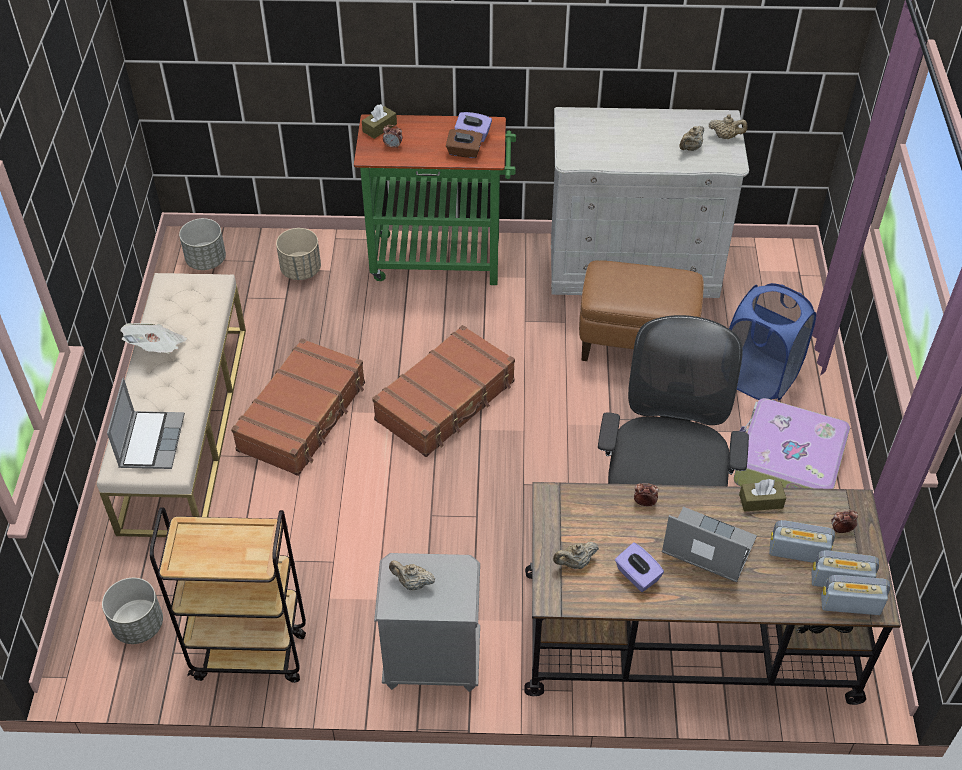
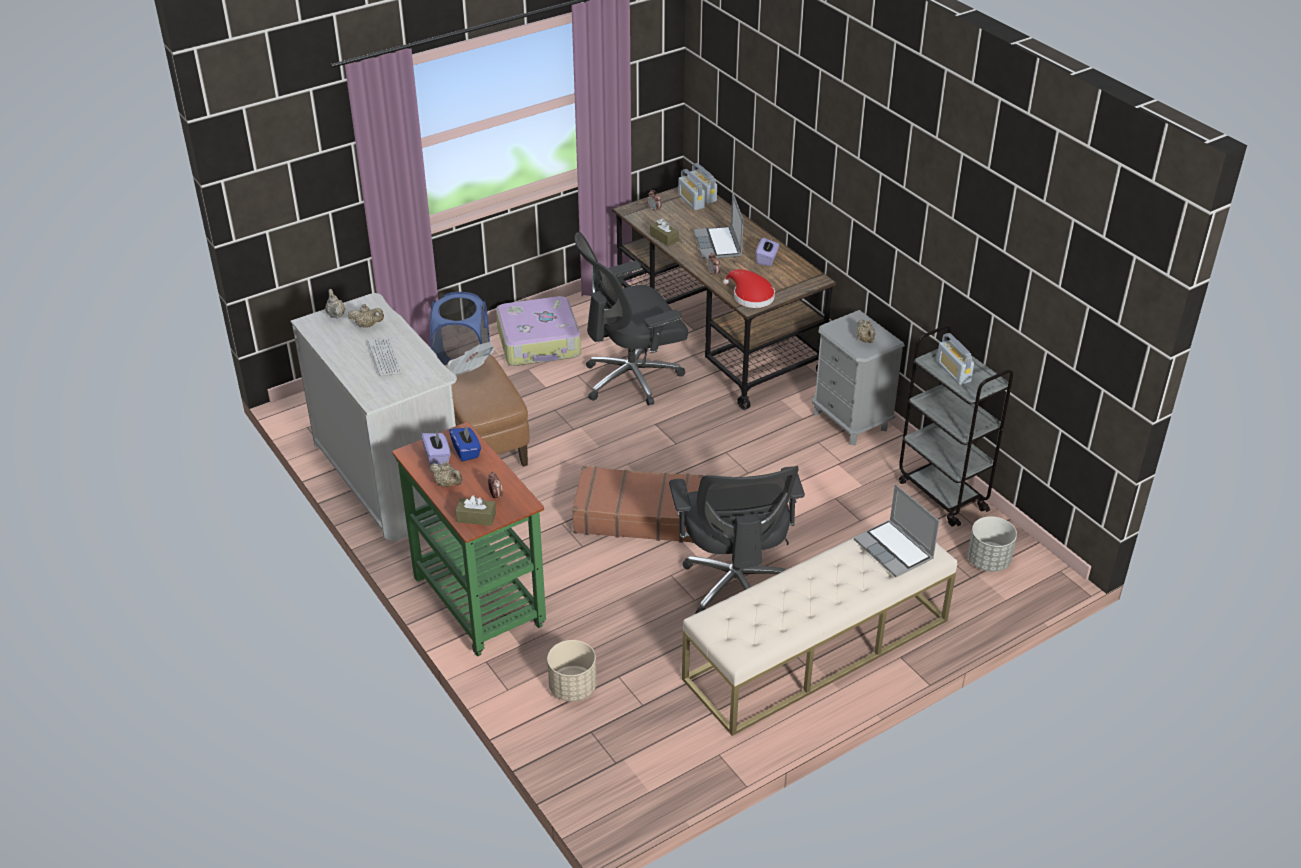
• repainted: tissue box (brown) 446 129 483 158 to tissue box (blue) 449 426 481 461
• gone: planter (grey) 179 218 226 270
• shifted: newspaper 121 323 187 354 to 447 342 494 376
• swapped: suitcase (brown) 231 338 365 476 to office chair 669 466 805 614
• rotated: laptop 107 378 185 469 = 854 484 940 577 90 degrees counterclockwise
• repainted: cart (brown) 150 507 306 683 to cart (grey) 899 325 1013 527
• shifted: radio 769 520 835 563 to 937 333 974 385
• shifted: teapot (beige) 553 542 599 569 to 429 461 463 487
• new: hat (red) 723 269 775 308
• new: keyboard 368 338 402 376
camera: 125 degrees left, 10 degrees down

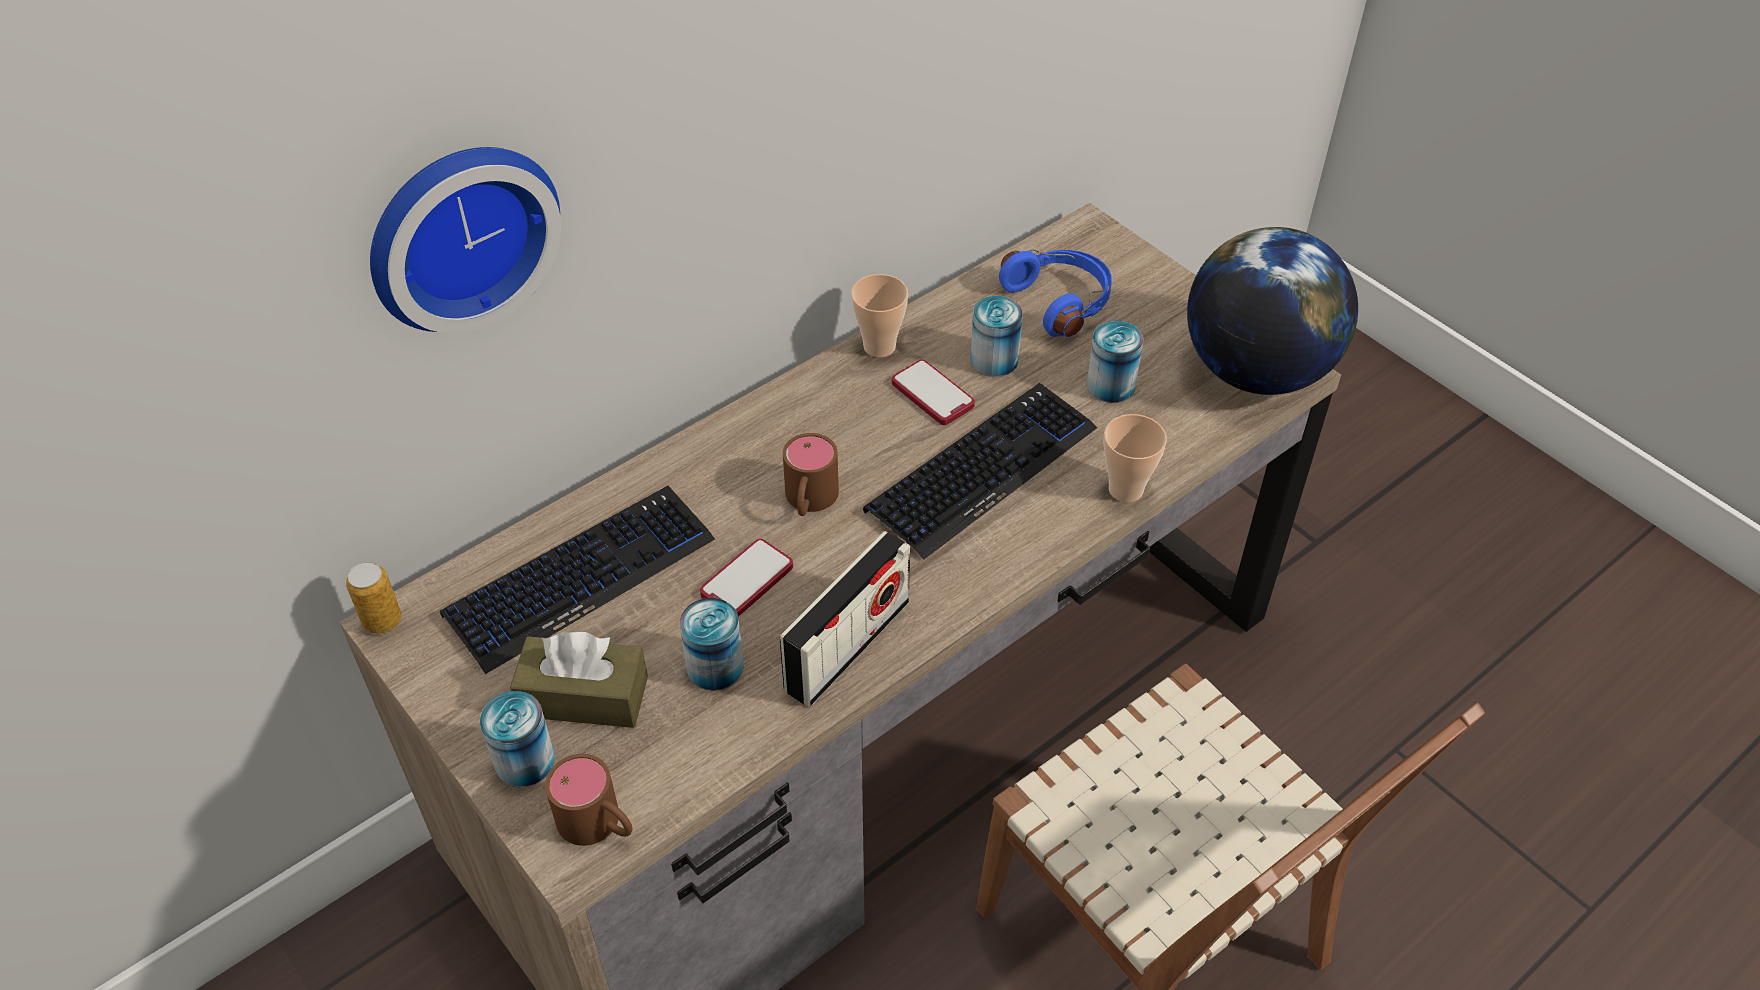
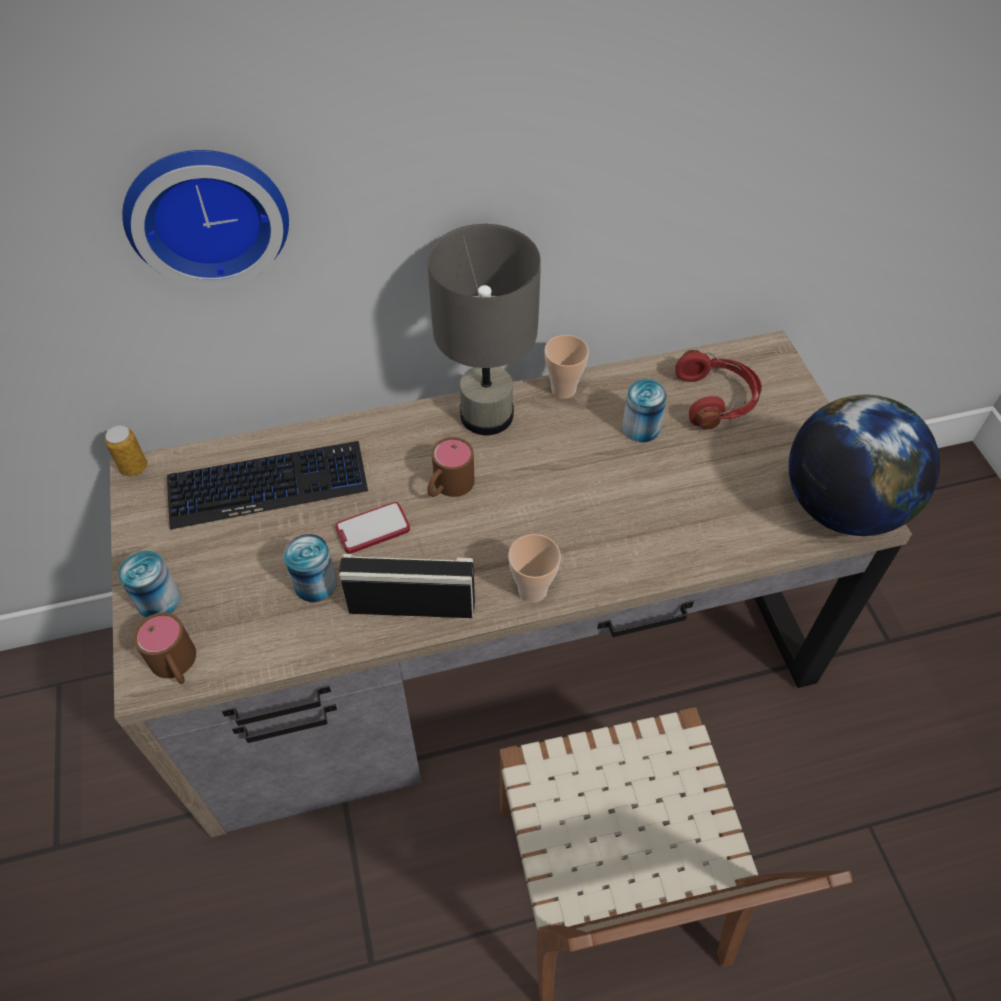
• repainted: headphones (blue) 999 249 1112 337 to headphones (red) 675 350 762 430
• gone: can 1086 321 1144 403
• gone: phone 892 360 975 425
• gone: keyboard 863 383 1097 560
• shifted: cup 1103 414 1167 502 to 508 534 561 603
• rotated: radio 780 531 910 707 = 339 554 475 618 150 degrees counterclockwise
• gone: tissue box (brown) 510 632 648 728
• new: table lamp (grey) 428 224 541 435
camera: 25 degrees right, 5 degrees up

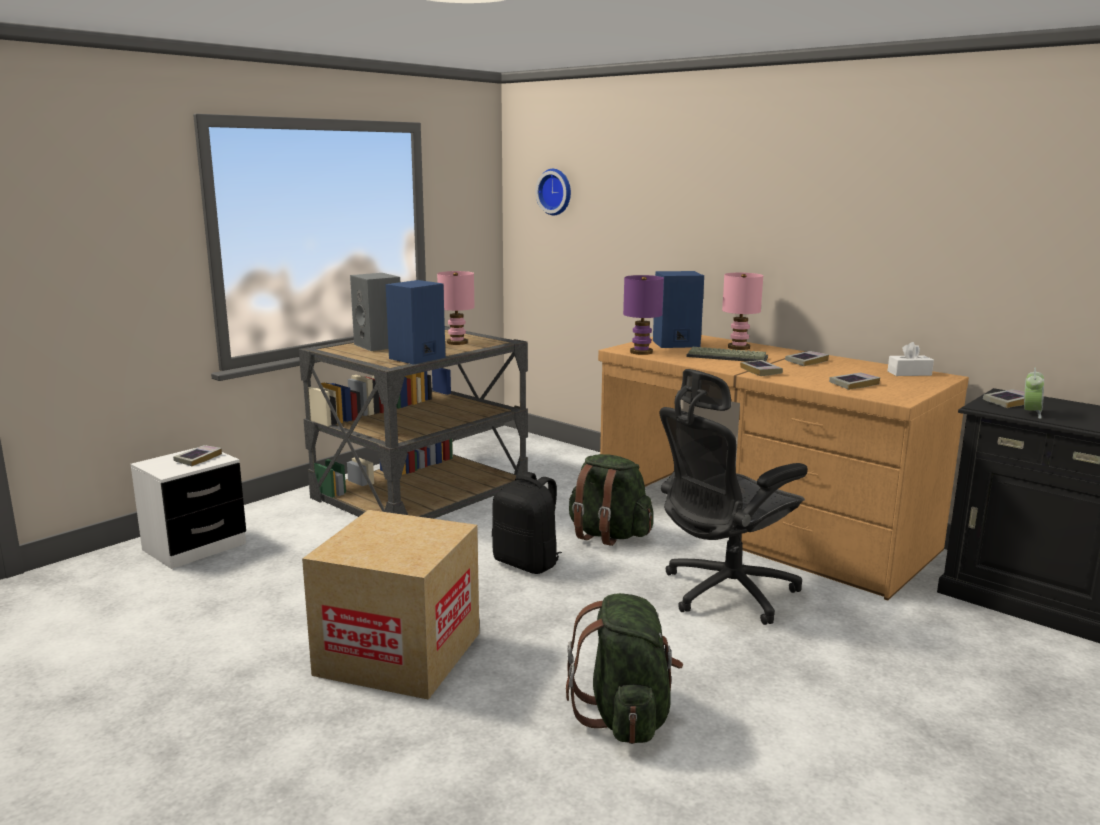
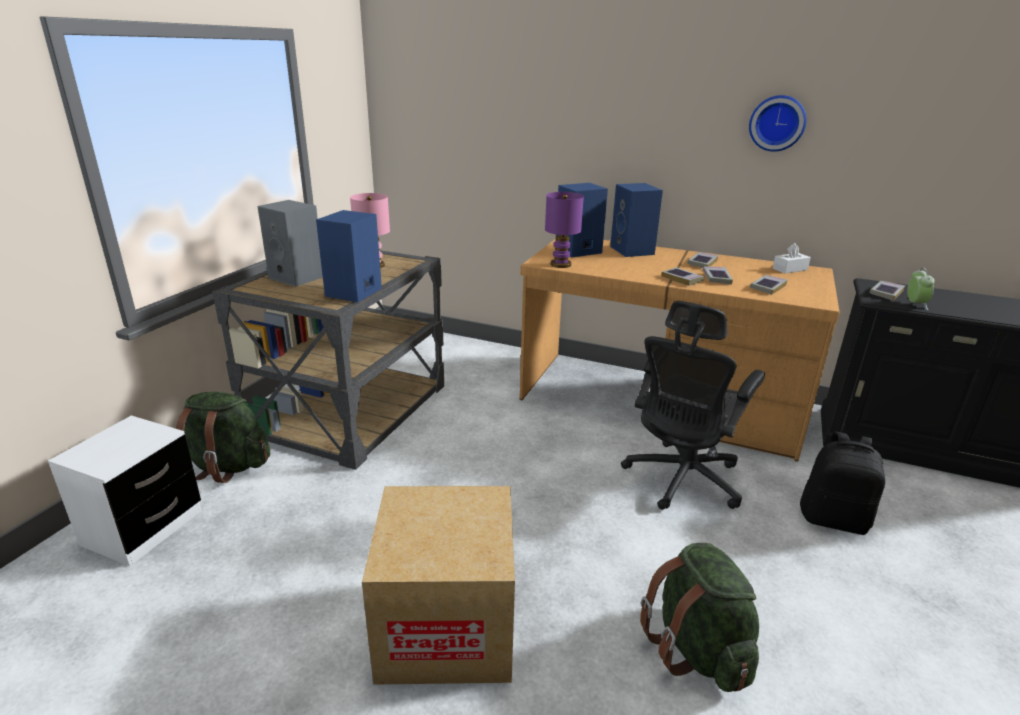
• shifted: wall clock 535 169 571 215 to 749 95 806 152
• swapped: table lamp (pink) 722 273 763 350 to speaker (blue) 610 183 663 257
• gone: keyboard 686 347 768 362
• shifted: book 173 445 222 466 to 703 266 733 285
• shifted: backpack (green) 569 454 653 546 to 176 392 270 483
• shifted: backpack (black) 492 472 562 574 to 800 432 885 535
camera: 20 degrees left, 10 degrees up

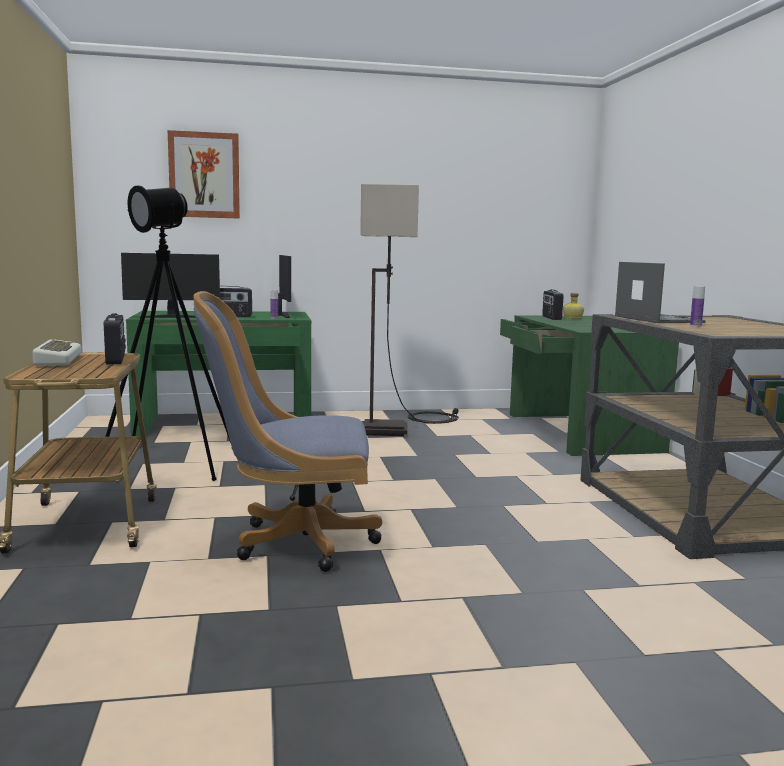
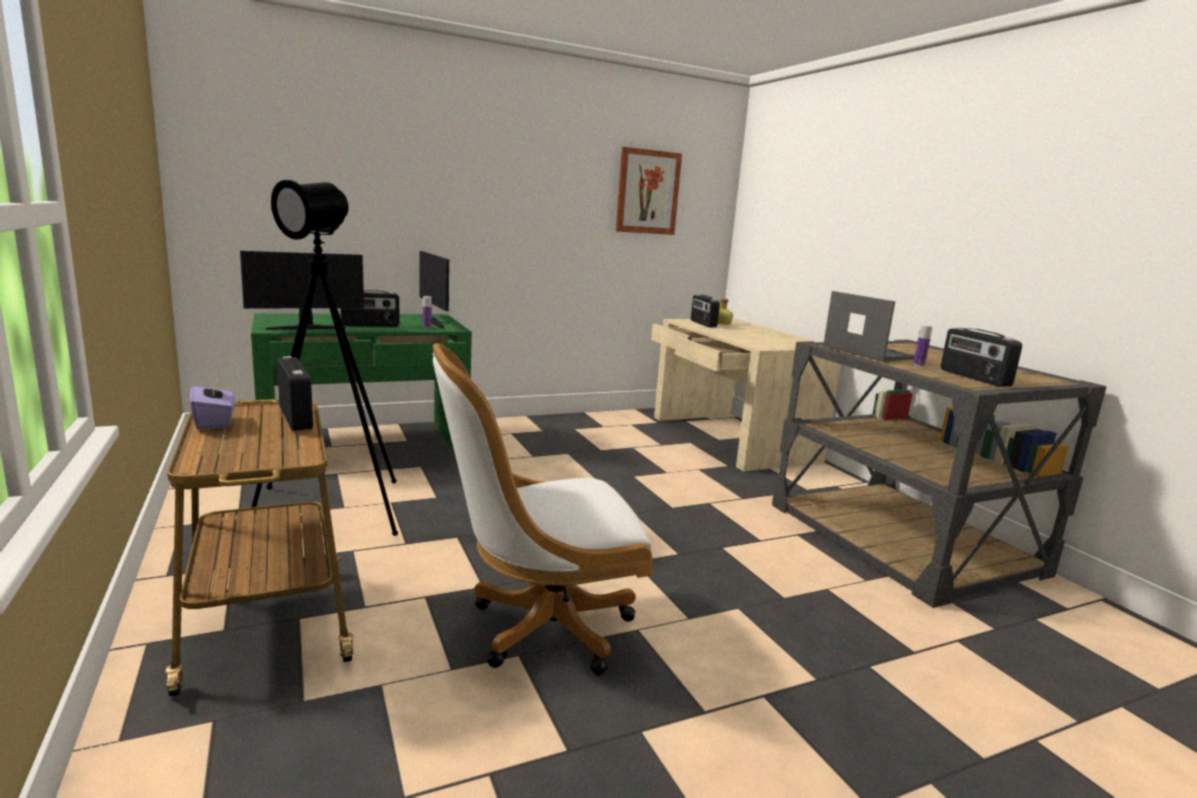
• shifted: picture 168 130 240 219 to 616 147 682 235
• gone: floor lamp 360 184 459 436
• repainted: office chair (blue) 193 291 382 572 to office chair (white) 433 343 653 676
• repainted: desk (green) 500 315 679 456 to desk (beige) 651 319 841 472
• swapped: keyboard 32 339 81 366 to tissue box (purple) 190 376 235 430
• new: radio 941 328 1022 387
camera: 15 degrees left, 5 degrees up

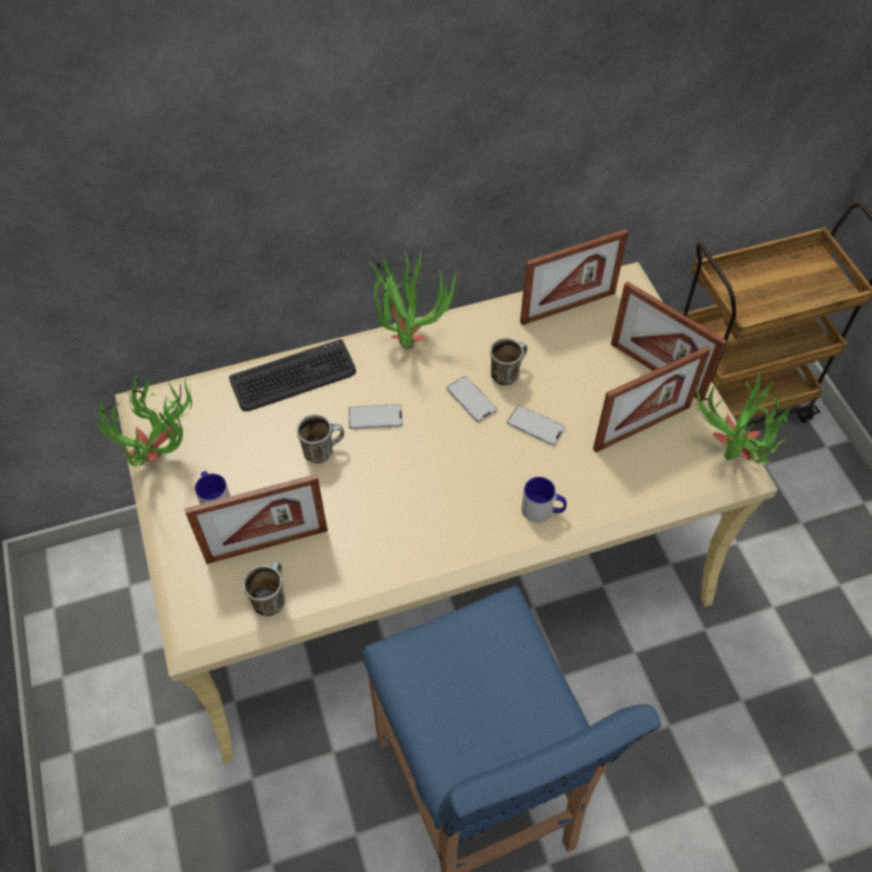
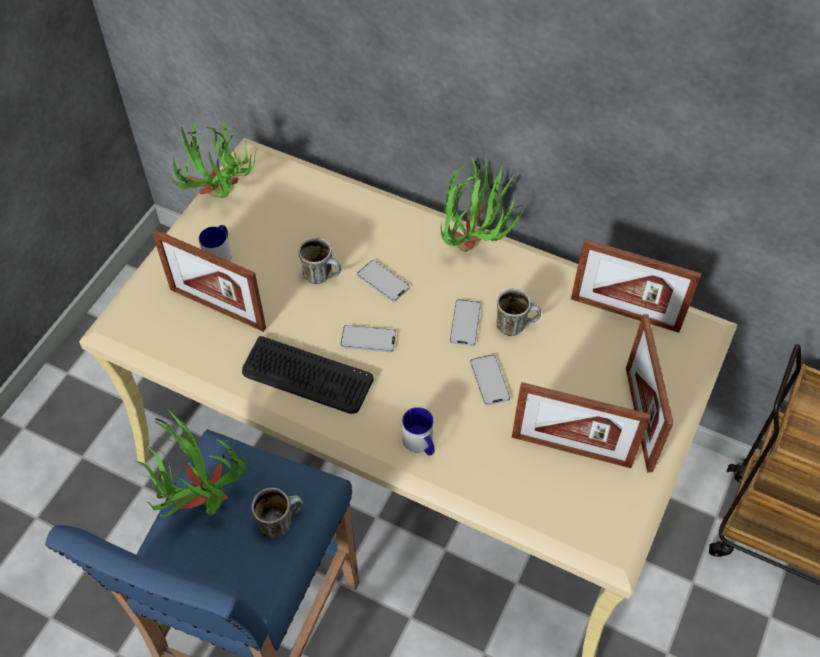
• shifted: keyboard 229 339 356 411 to 242 336 374 414
• shifted: potted plant 695 372 790 464 to 135 409 246 517
• shifted: mug 243 561 285 616 to 252 488 303 538
• new: phone 341 325 396 352
camera: 45 degrees right, 0 degrees up

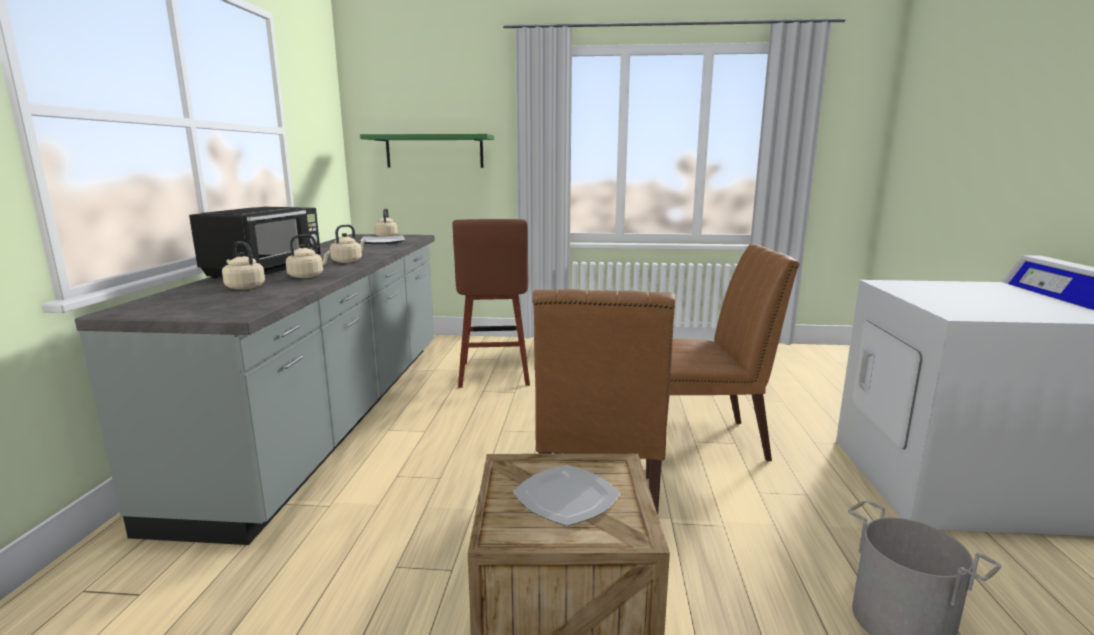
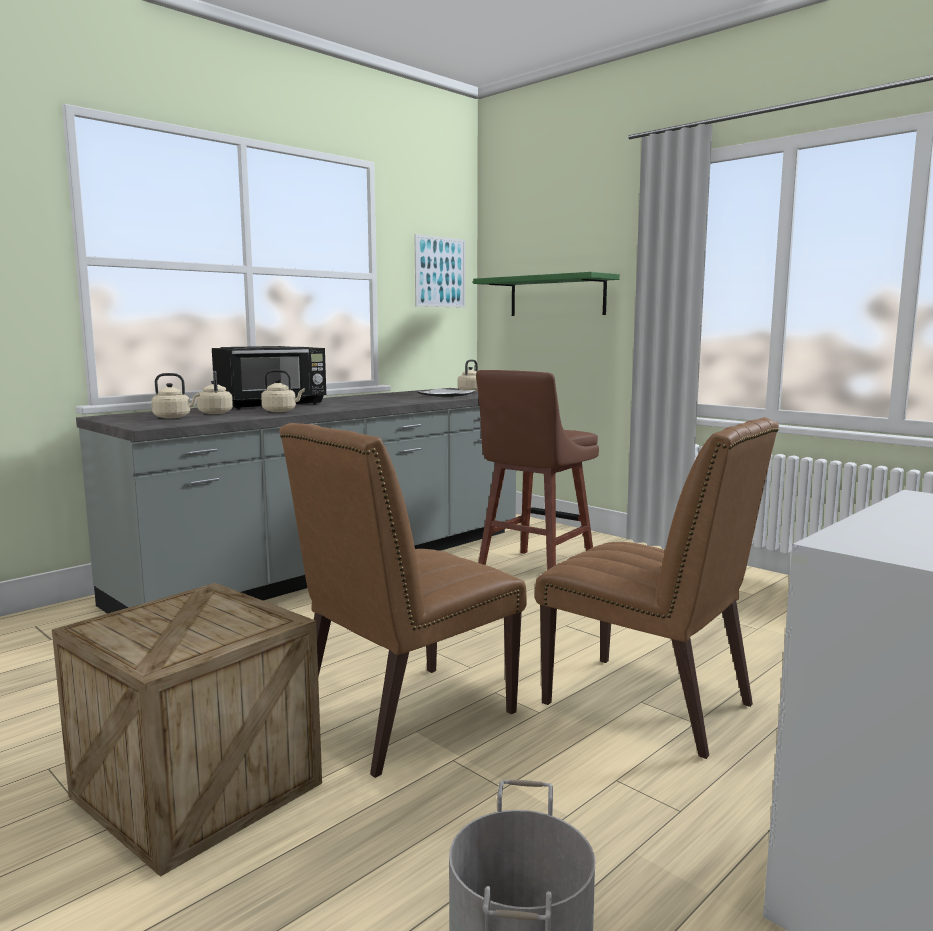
• shifted: kettle (beige) 330 225 366 263 to 151 373 200 418
• gone: plate 513 465 621 526
• new: picture 414 234 465 308
camera: 40 degrees right, 5 degrees down

